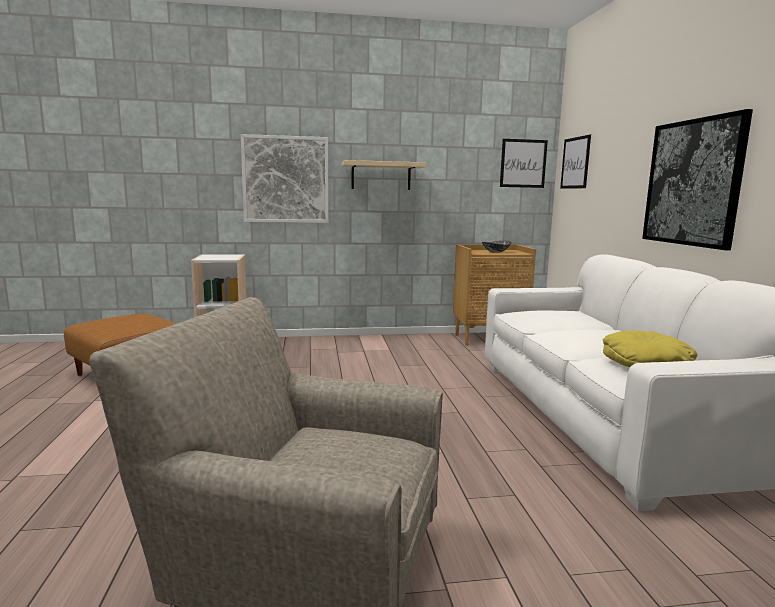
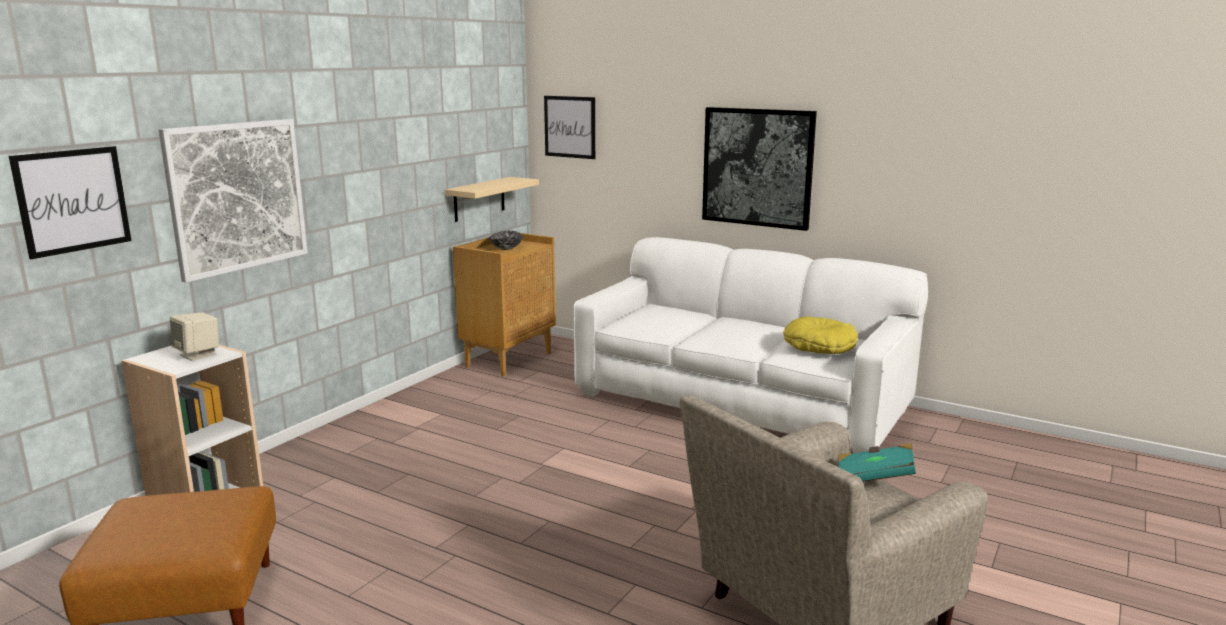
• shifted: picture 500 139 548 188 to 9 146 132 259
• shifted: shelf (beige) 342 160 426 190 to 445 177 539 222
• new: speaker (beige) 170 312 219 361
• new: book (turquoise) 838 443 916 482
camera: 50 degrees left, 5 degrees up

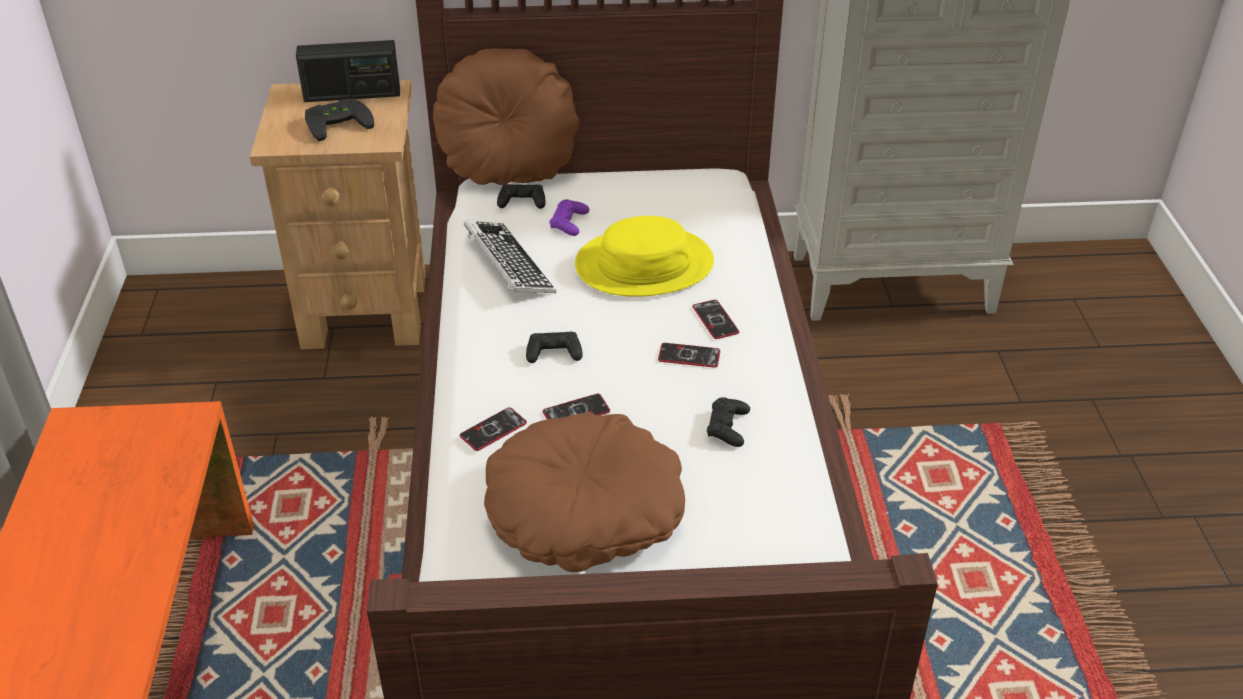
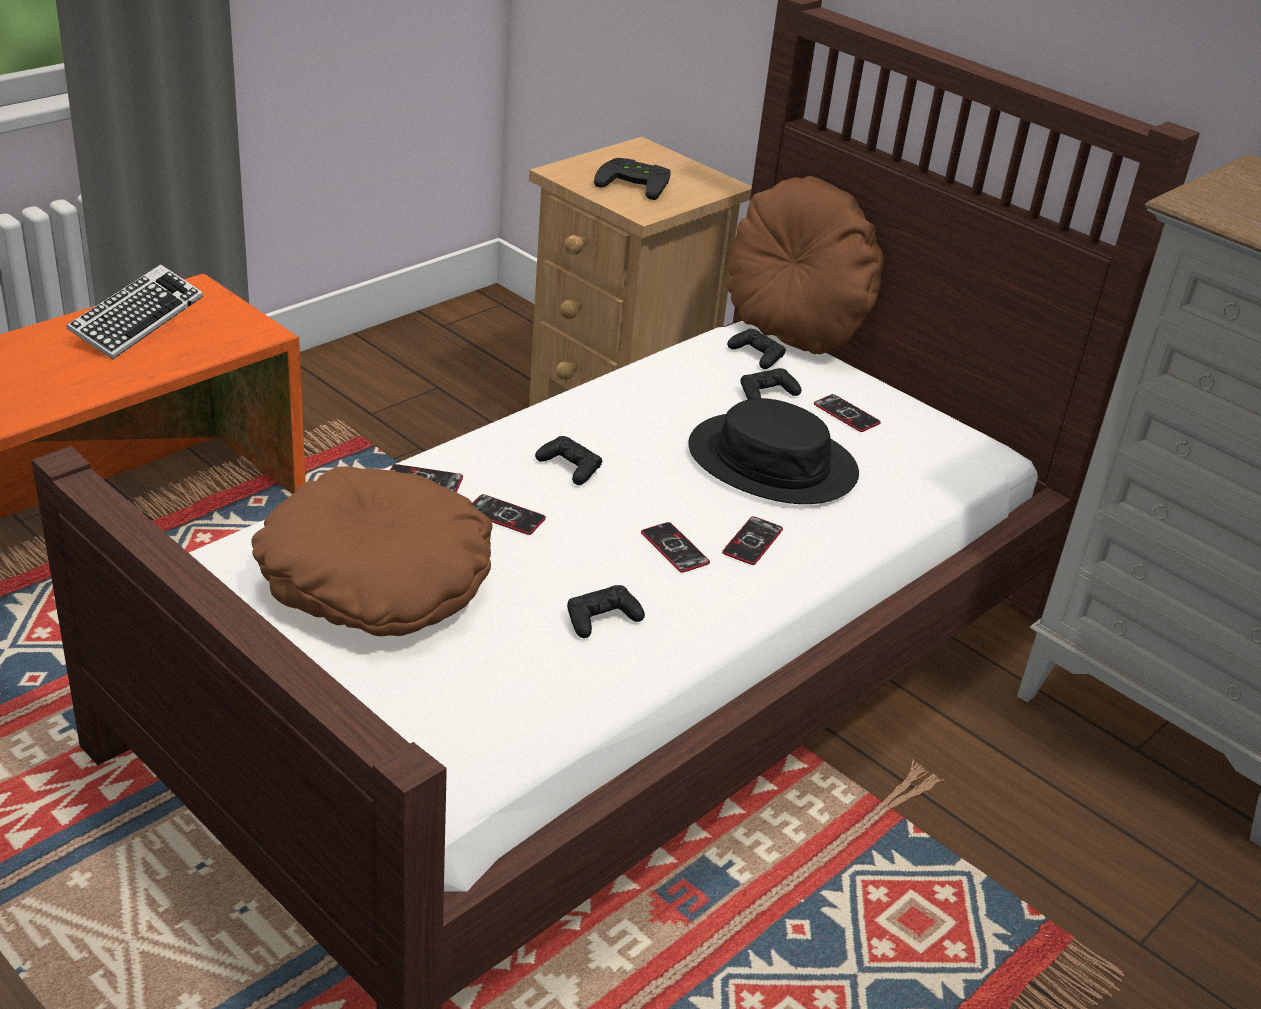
• gone: radio 296 40 400 102
• repainted: game controller (purple) 550 199 589 236 to game controller (black) 740 368 801 400
• repainted: hat (yellow) 575 216 714 297 to hat (black) 688 398 859 504
• shifted: keyboard 464 221 556 293 to 66 264 203 359
• new: phone 814 394 881 432
camera: 45 degrees right, 5 degrees down

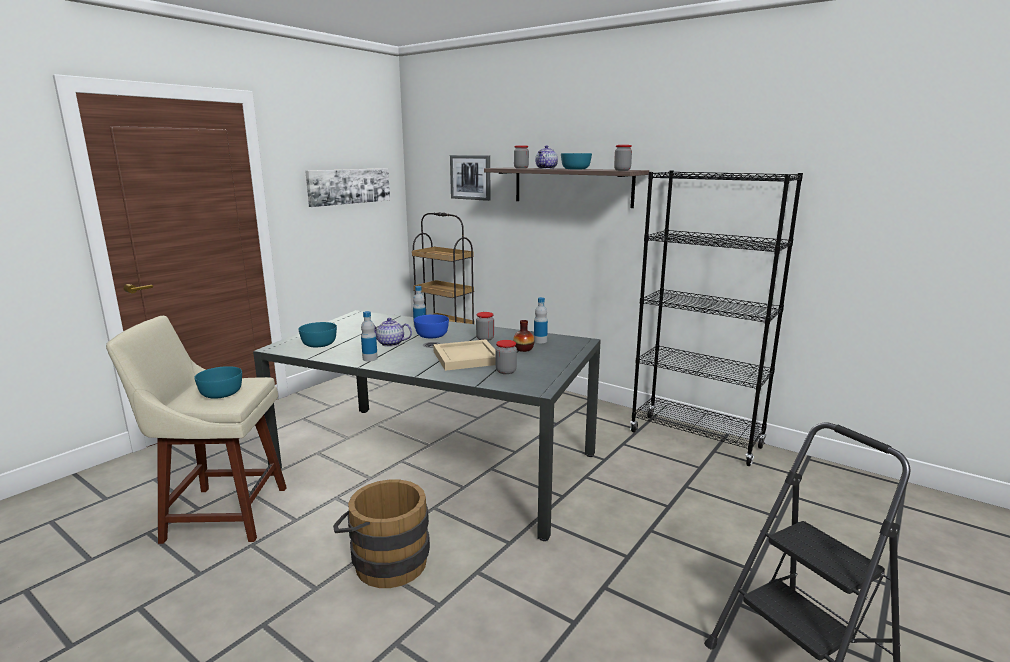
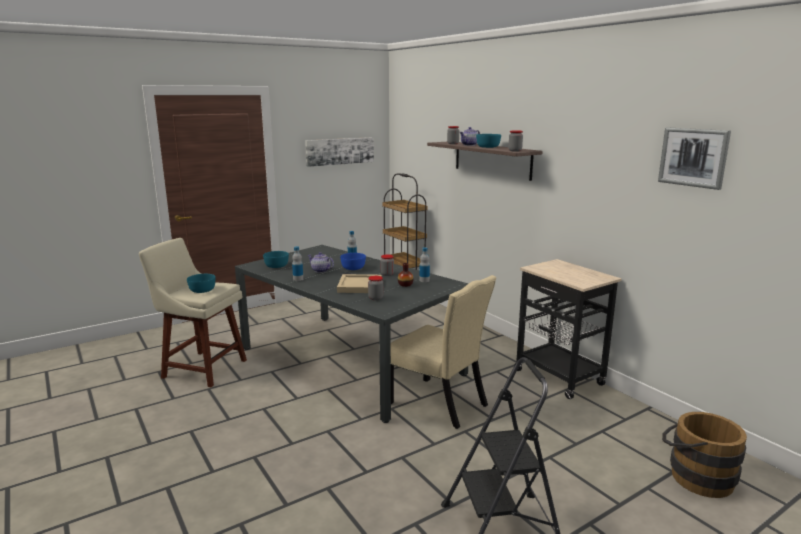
• shifted: picture 450 155 491 201 to 658 127 731 190
• swapped: bookcase (black) 630 170 803 466 to cart 514 259 622 399
• shifted: bucket (brown) 333 480 430 588 to 662 412 747 498
• new: chair (beige) 391 275 496 429
camera: 20 degrees right, 0 degrees up

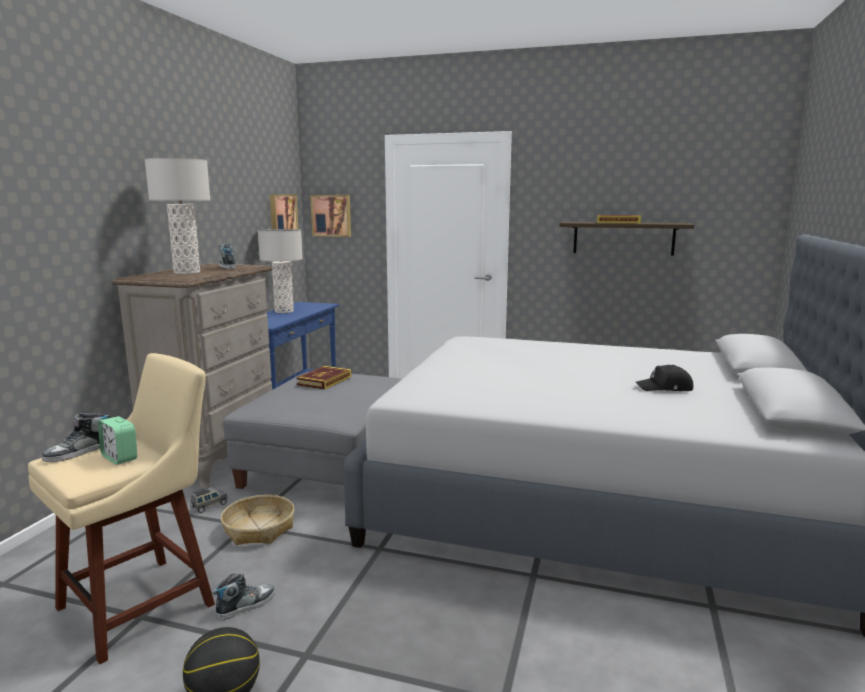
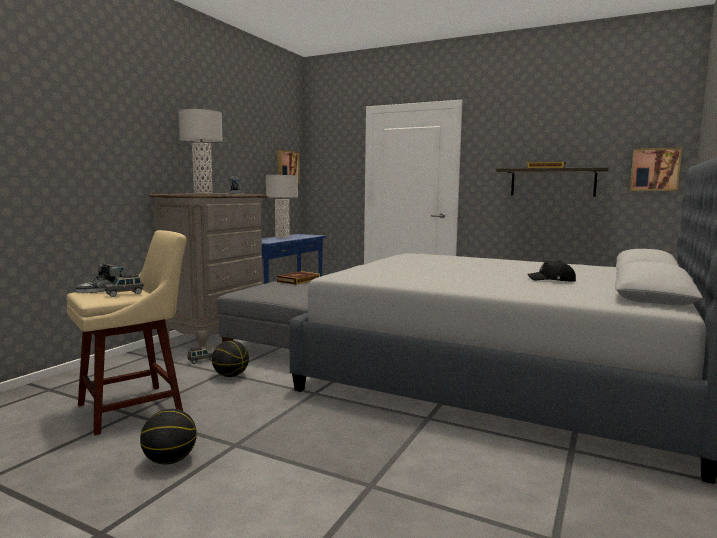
• shifted: picture 310 195 351 237 to 630 148 682 191
• swapped: alarm clock 98 416 137 465 to toy car (grey) 105 274 144 297
• swapped: basket 221 495 294 545 to basketball 212 340 249 377
• gone: shoe 213 573 275 620
camera: 10 degrees right, 5 degrees down

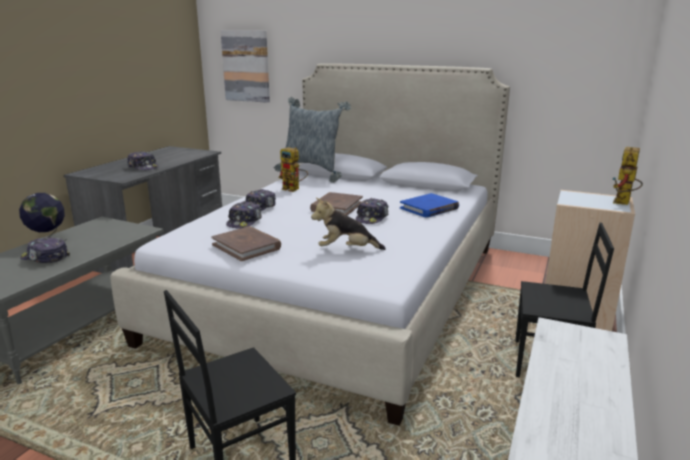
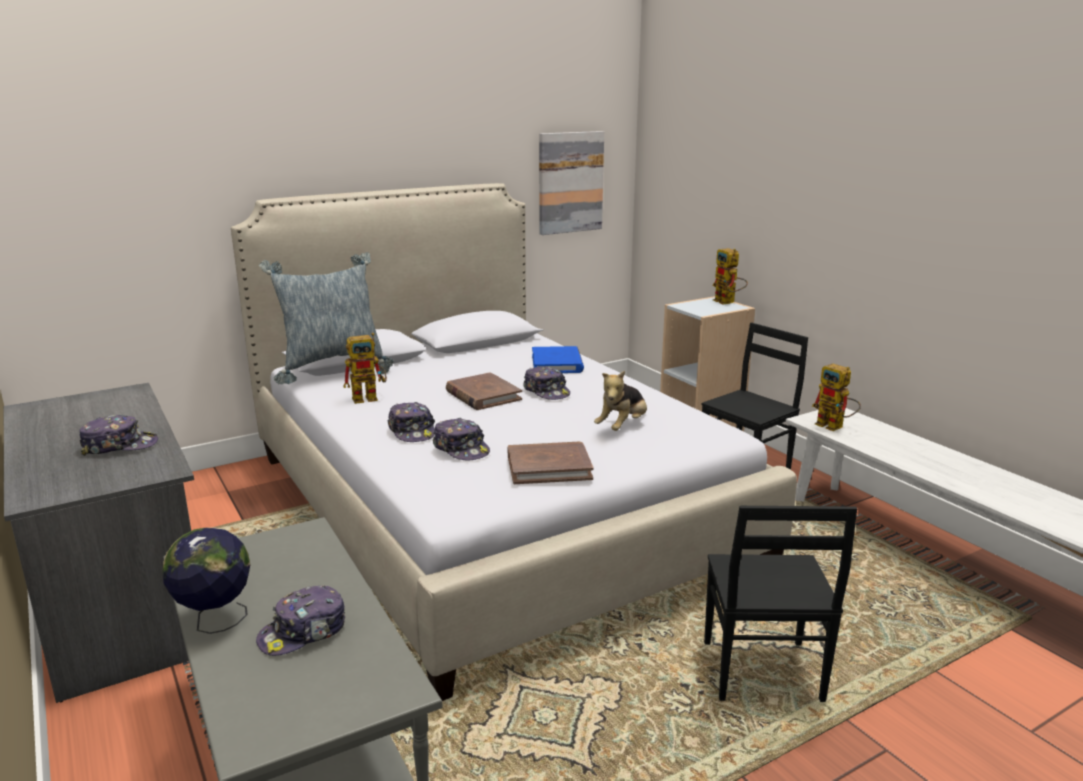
• shifted: picture 221 30 270 103 to 539 131 604 235
• new: toy robot 812 364 861 431
camera: 55 degrees left, 0 degrees up

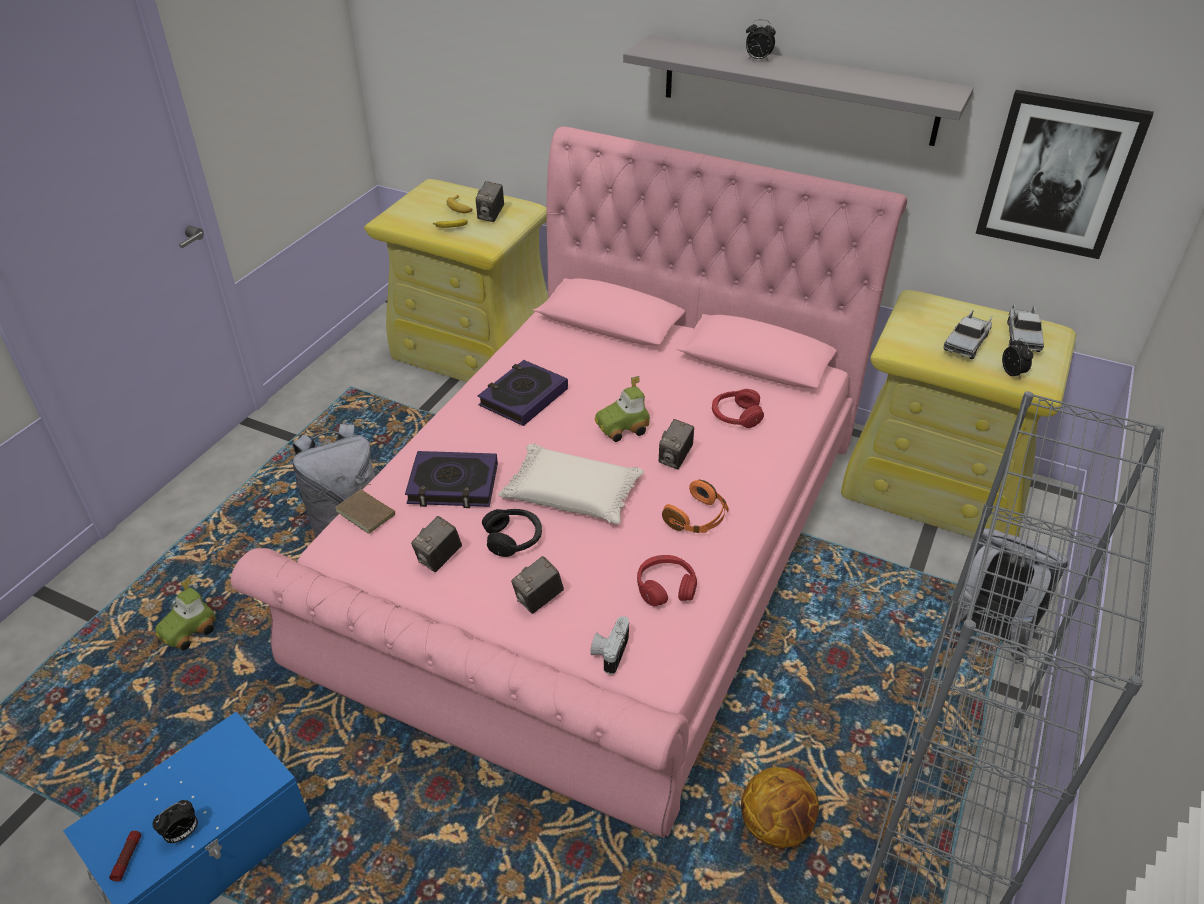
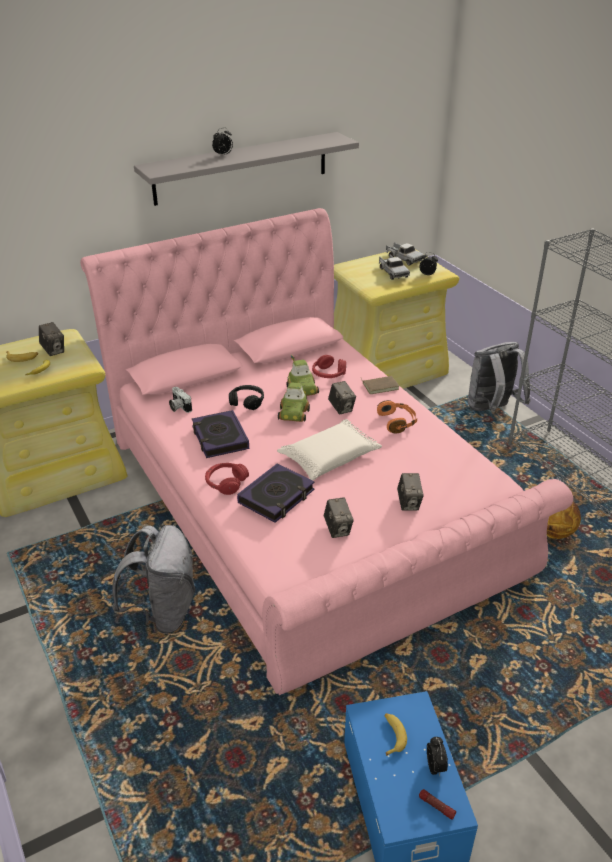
• gone: picture 976 90 1154 259
• shifted: book (brown) 335 484 395 534 to 361 376 399 394
• shifted: headphones (black) 482 509 542 557 to 229 385 264 410
• shifted: headphones (red) 637 555 697 606 to 205 463 249 495
• shifted: toy car 155 577 216 650 to 286 355 319 396
• shifted: photo camera 590 616 629 674 to 169 387 192 413
• new: banana 385 713 407 756
camera: 55 degrees left, 5 degrees down

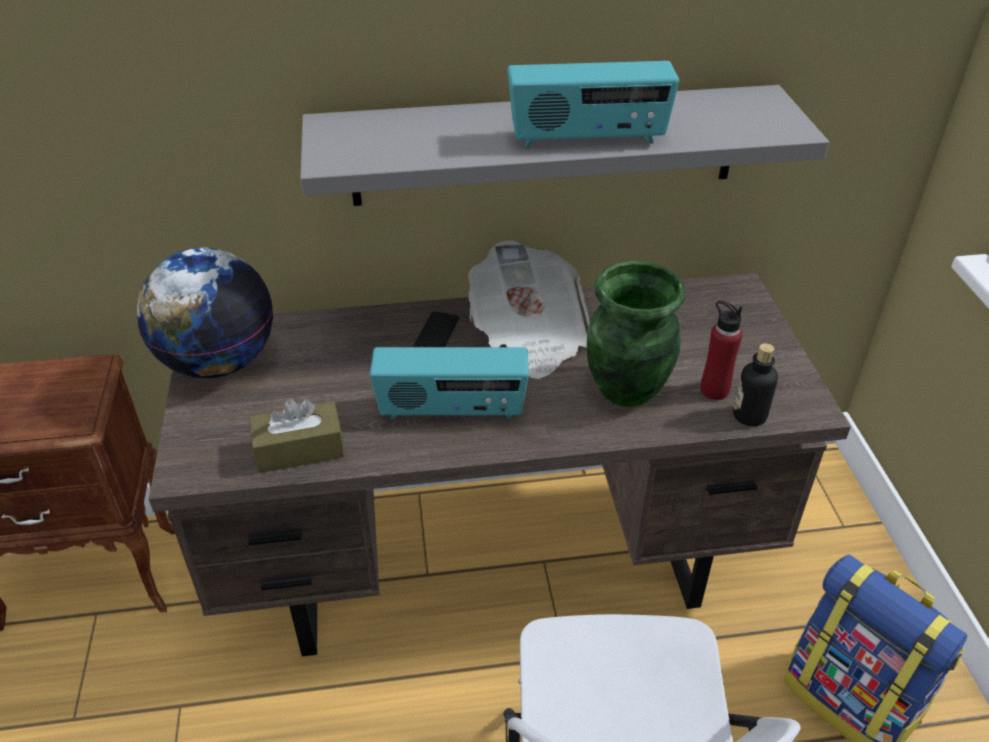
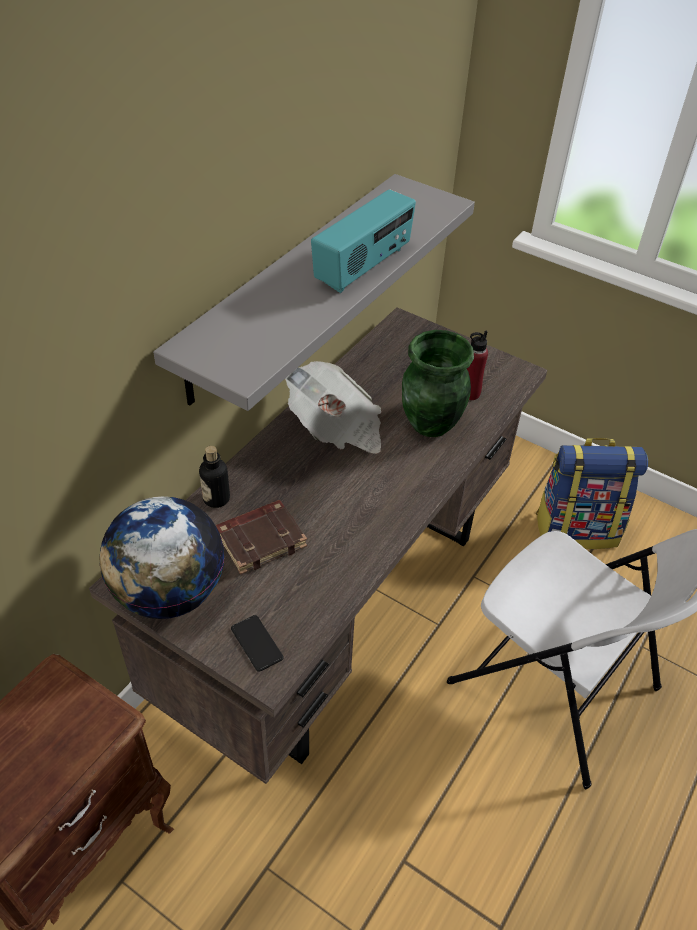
• shifted: phone 414 311 459 347 to 231 615 284 672
• shifted: bottle 733 343 778 426 to 199 446 230 508
• gone: radio 370 347 529 419
• gone: tissue box (brown) 249 399 345 473
• new: book (brown) 216 500 307 575
camera: 50 degrees left, 5 degrees up

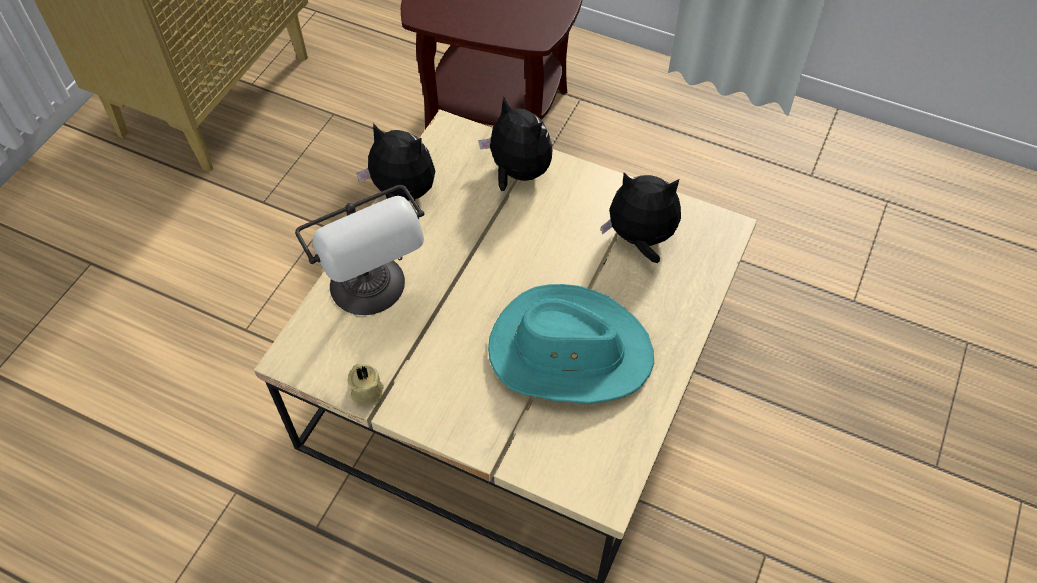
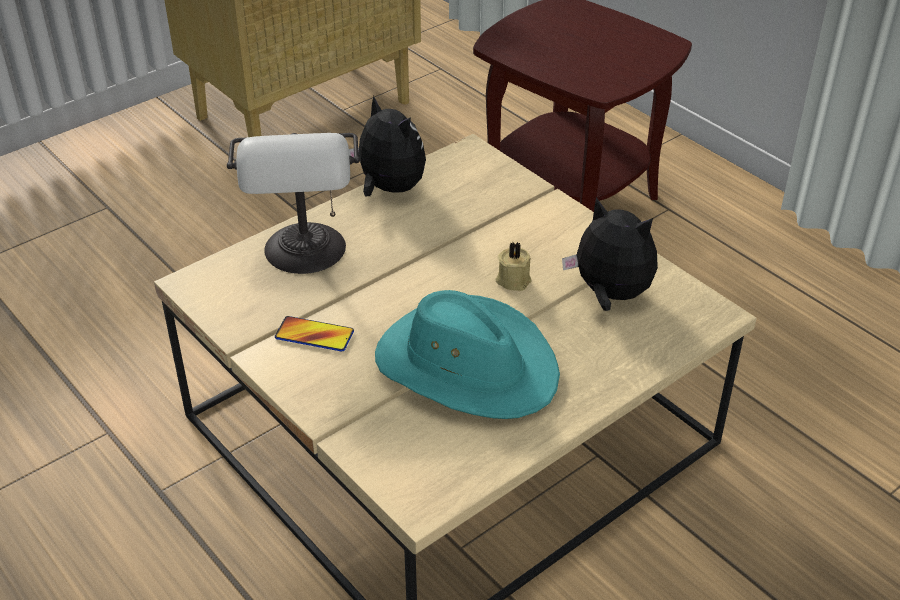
• gone: plush toy 479 97 552 191
• shifted: candle (beige) 347 364 384 404 to 495 242 531 291
• new: phone 275 316 354 352
camera: 25 degrees right, 15 degrees down

